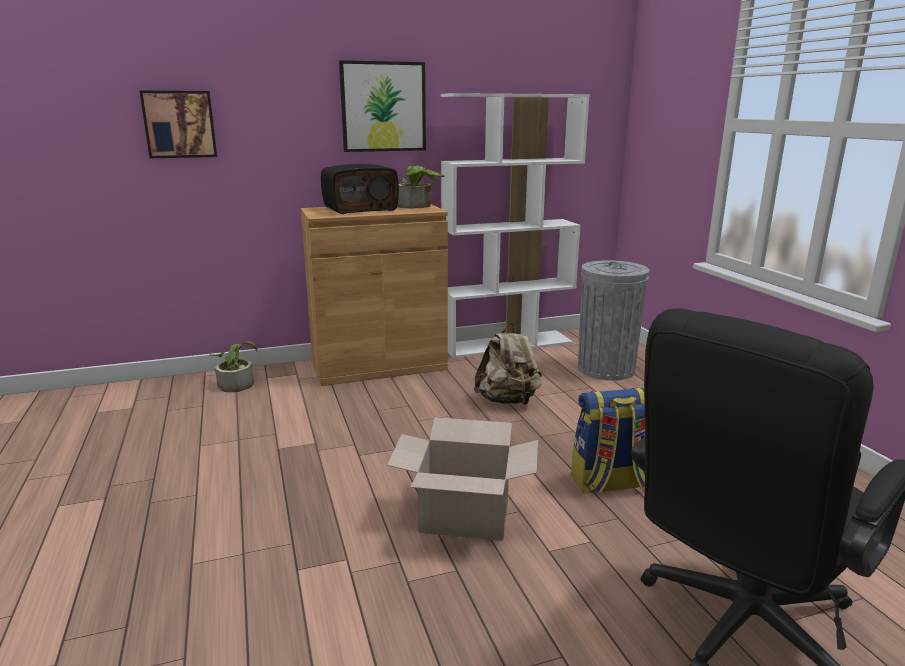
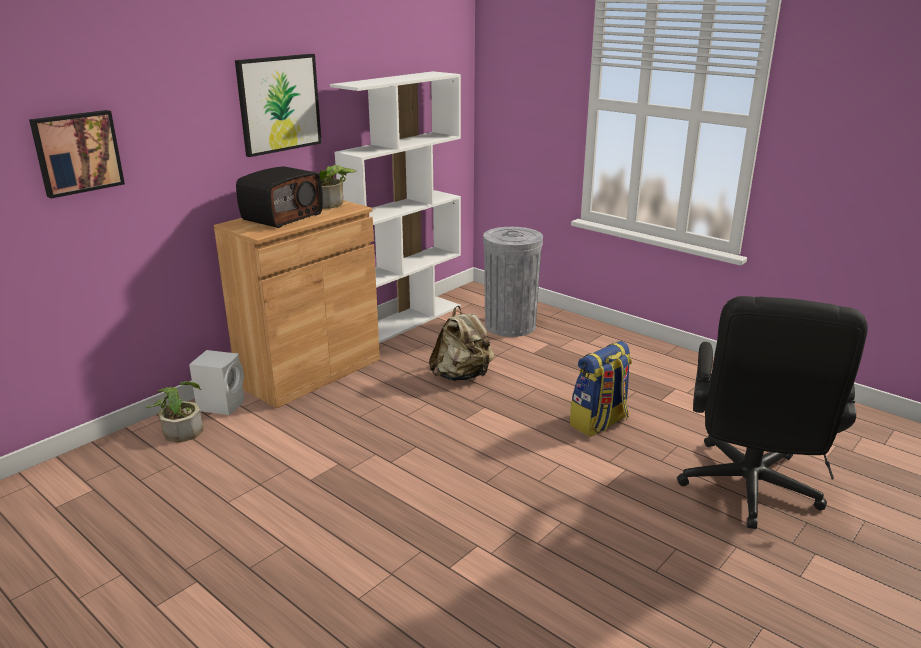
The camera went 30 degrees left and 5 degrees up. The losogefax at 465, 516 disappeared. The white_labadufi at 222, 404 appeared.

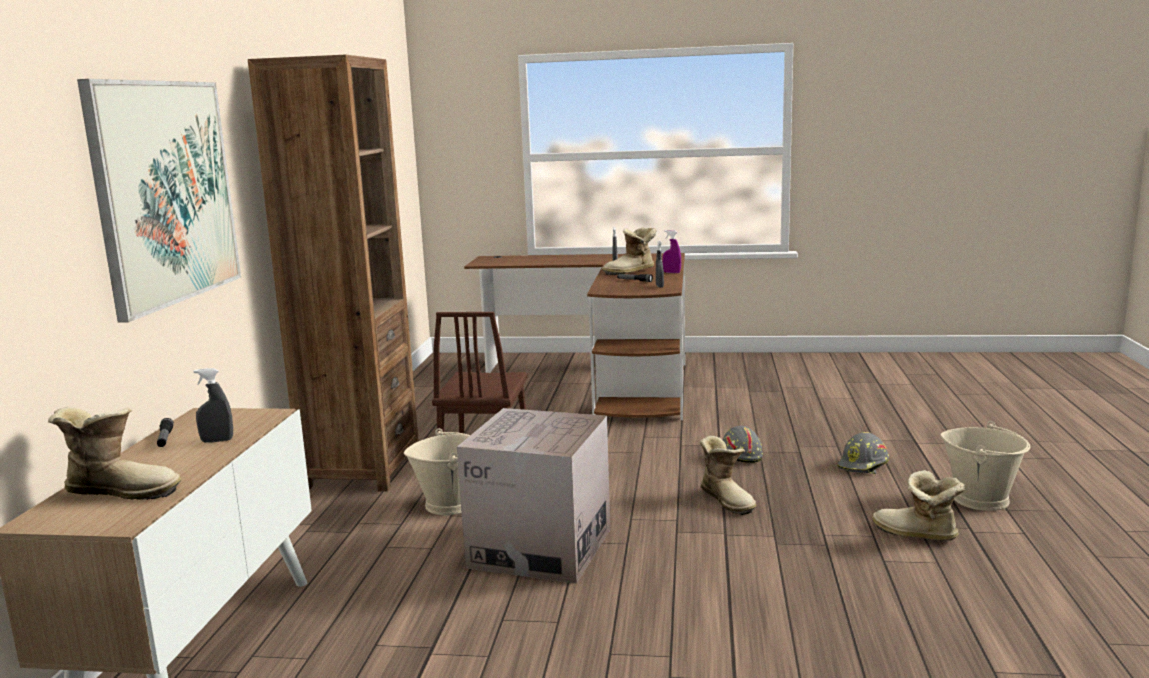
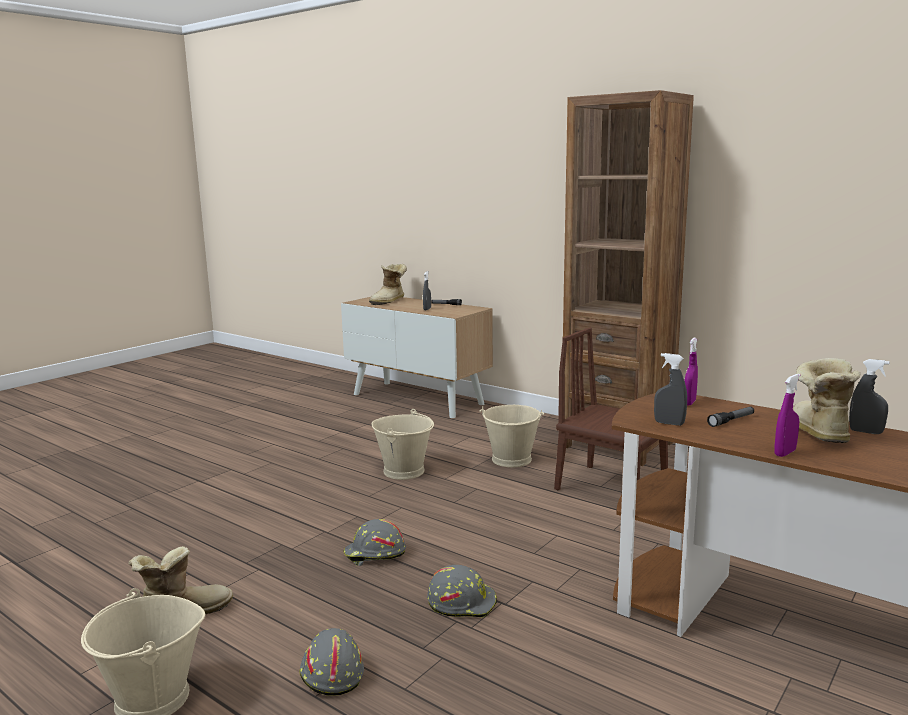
The camera went 120 degrees right and 0 degrees up. The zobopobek at 165, 192 disappeared. The losogefax at 540, 548 was replaced by the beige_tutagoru at 404, 471. The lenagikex at 727, 500 was replaced by the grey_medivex at 374, 554. The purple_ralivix at 689, 403 appeared.

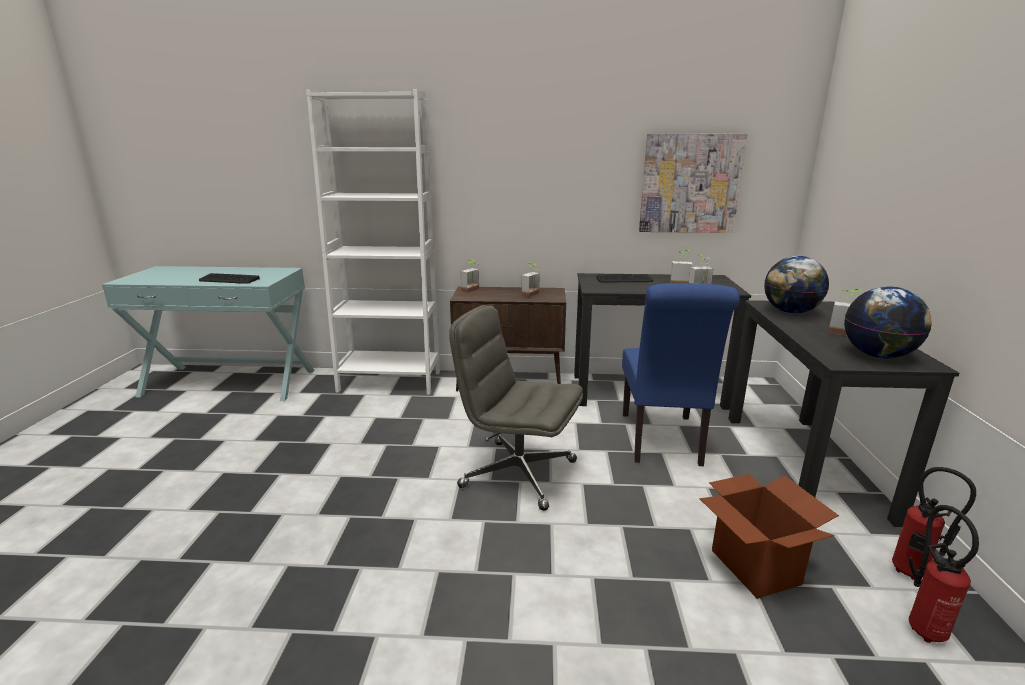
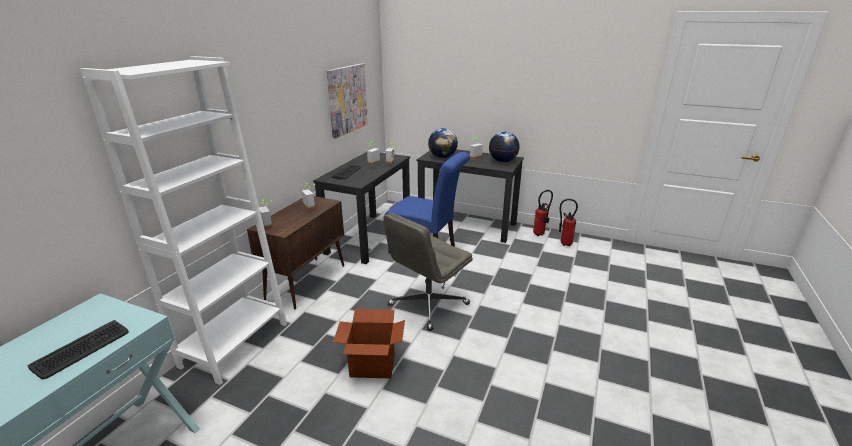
The camera went 70 degrees left and 5 degrees up. The losogefax moved from 754, 567 to 372, 366.

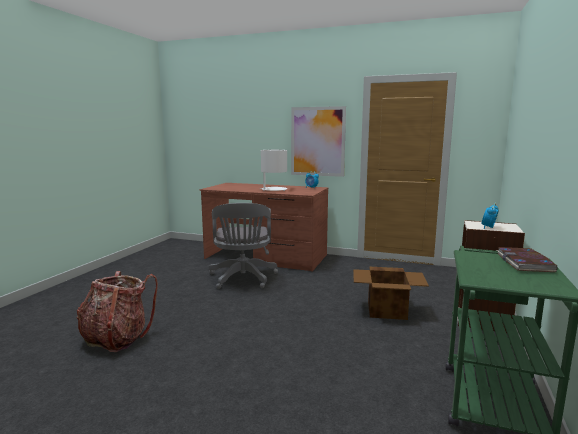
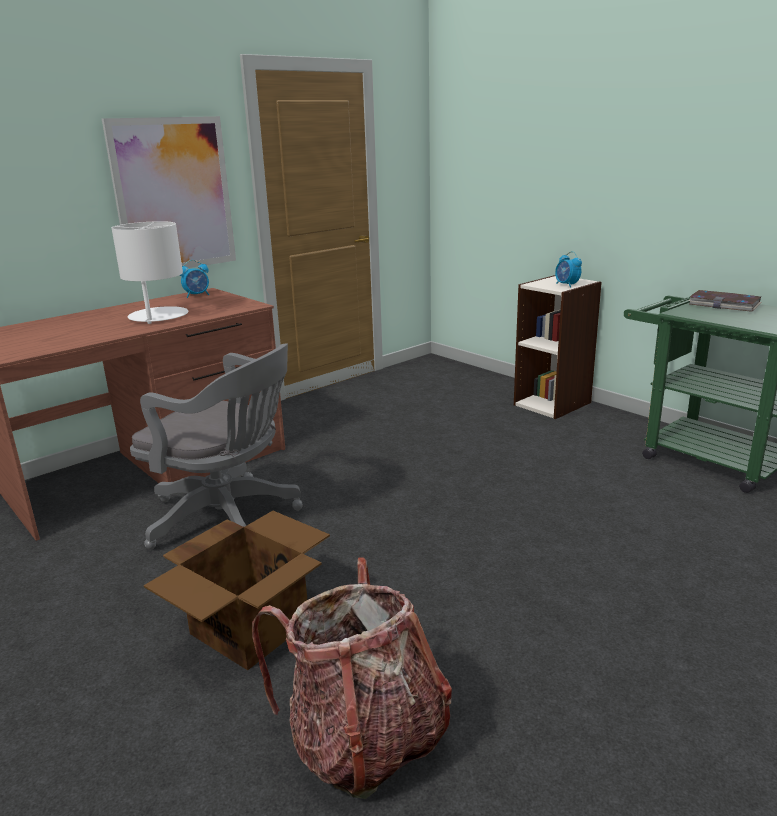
The camera went 60 degrees left and 10 degrees up. The losogefax moved from 387, 310 to 252, 627.

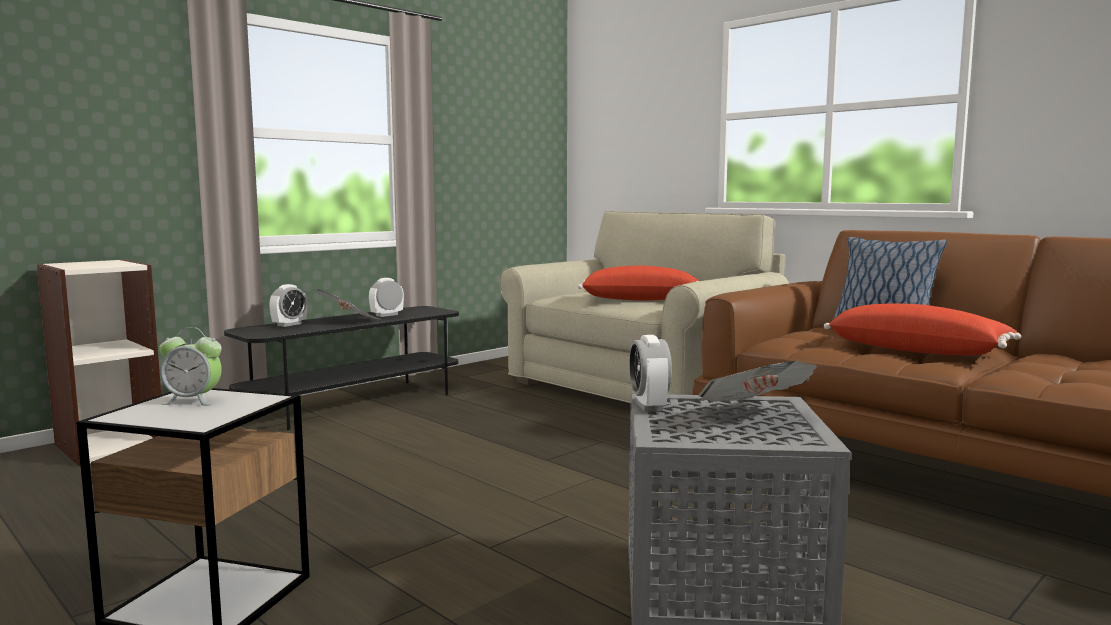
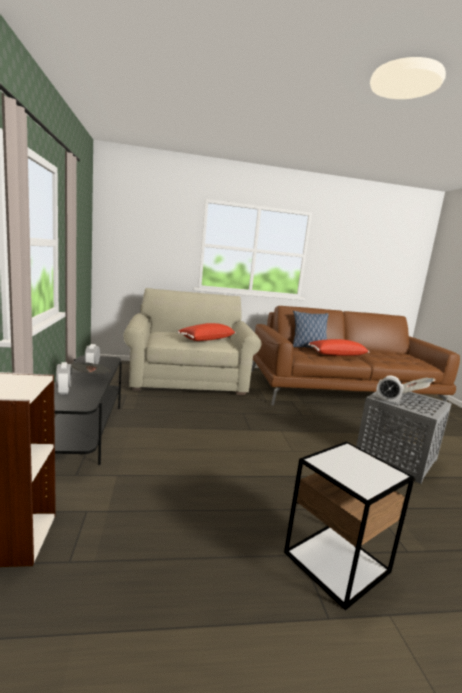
The camera went 55 degrees left and 5 degrees up. The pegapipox at 193, 401 disappeared.

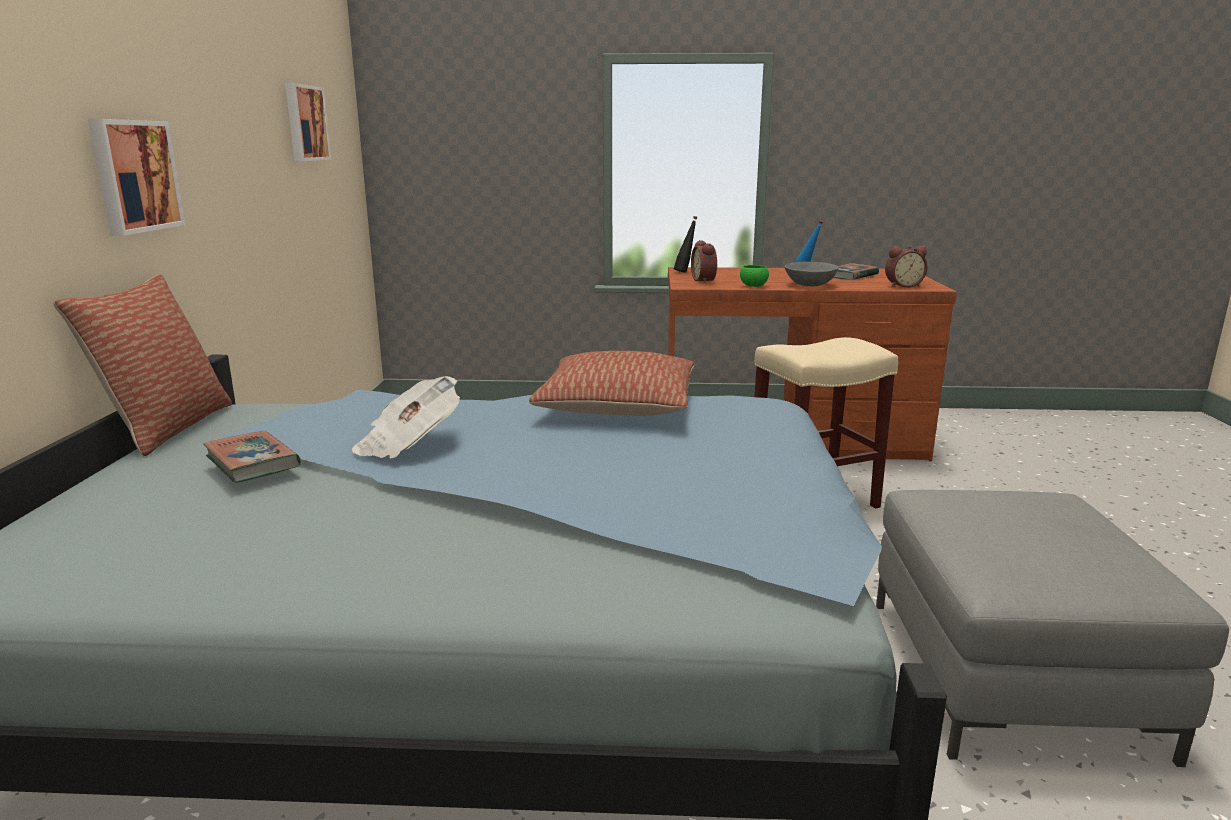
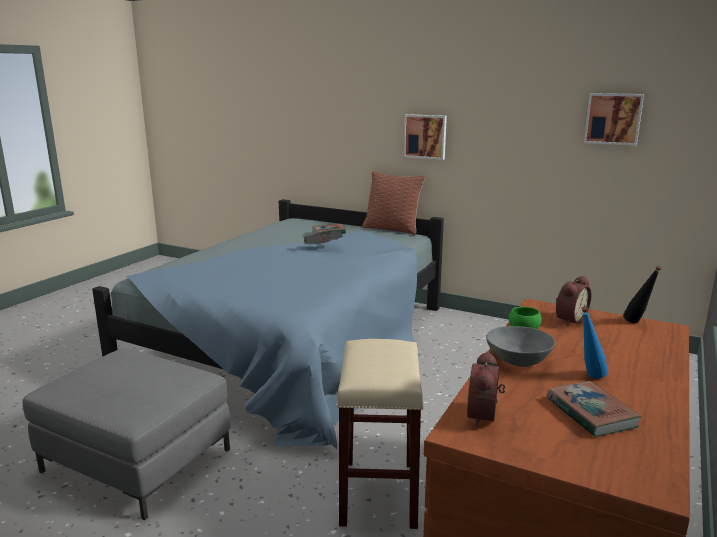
The camera went 115 degrees right and 0 degrees up. The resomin at 617, 407 disappeared. The pegapipox at 705, 280 turned 120 degrees clockwise.

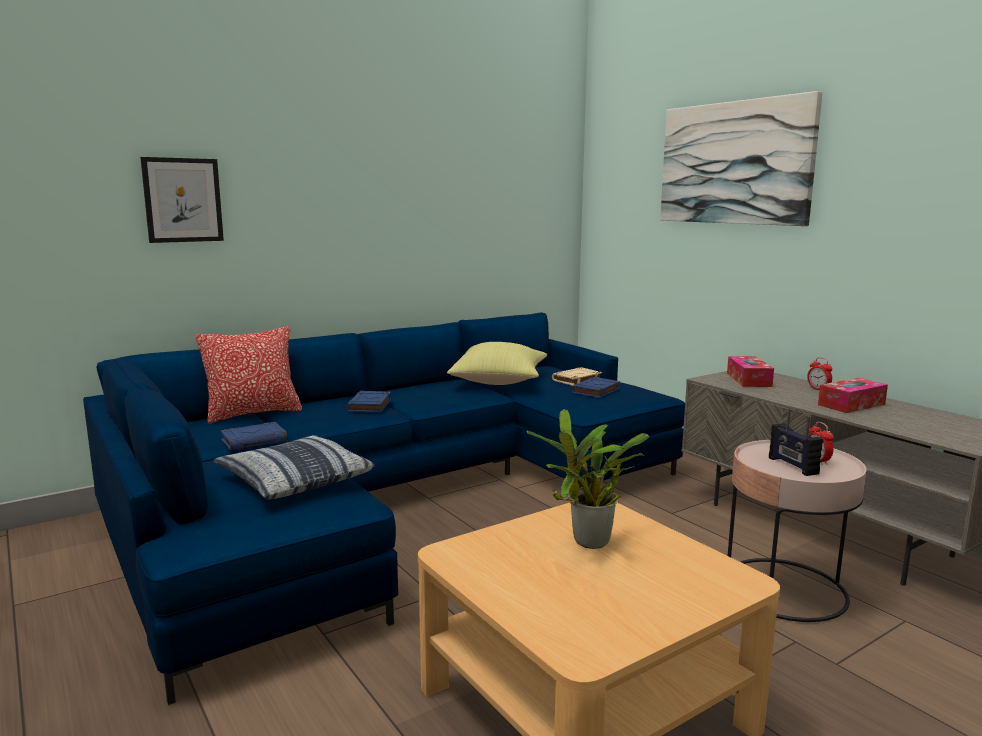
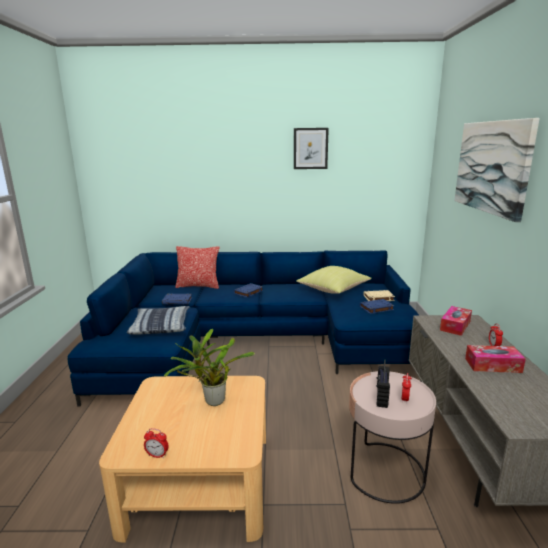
The camera went 35 degrees right and 5 degrees up. The zobopobek moved from 183, 200 to 310, 148. The pegapipox at 157, 455 appeared.

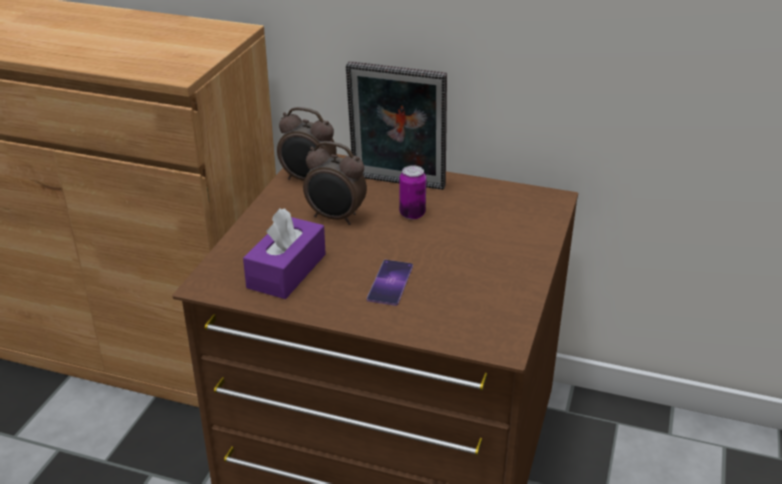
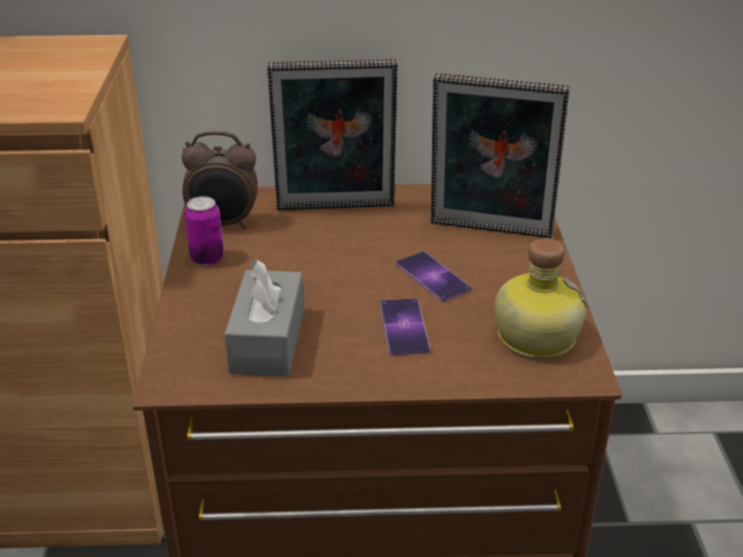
The camera went 20 degrees left and 0 degrees up. The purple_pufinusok at 286, 271 became the grey_pufinusok at 267, 340. The pegapipox at 335, 218 disappeared. The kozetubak moved from 412, 214 to 207, 258. The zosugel at 433, 277 appeared. The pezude at 489, 232 appeared. The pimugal at 533, 335 appeared.

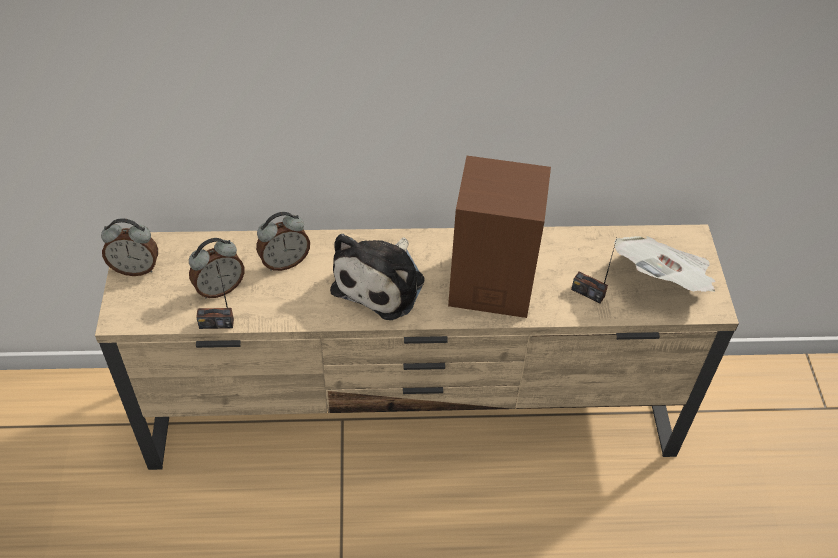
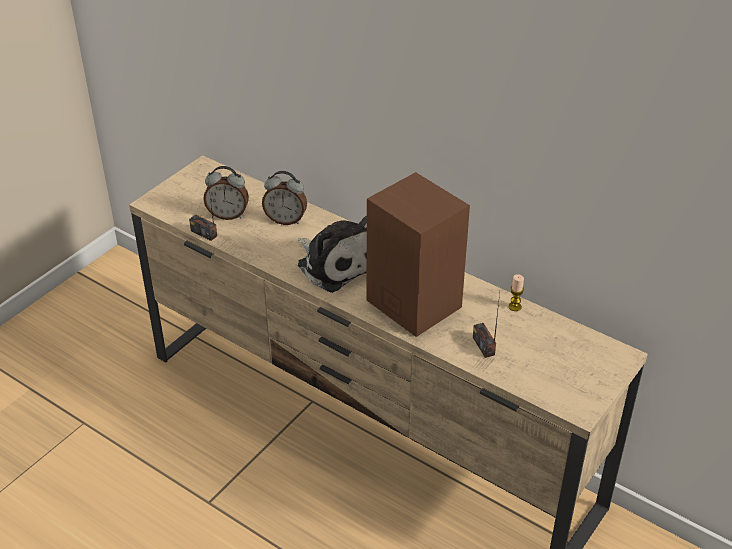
The camera went 40 degrees right and 10 degrees down. The pegapipox at 136, 268 disappeared. The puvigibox at 382, 282 turned 105 degrees counterclockwise. The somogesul at 663, 281 disappeared. The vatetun at 515, 306 appeared.

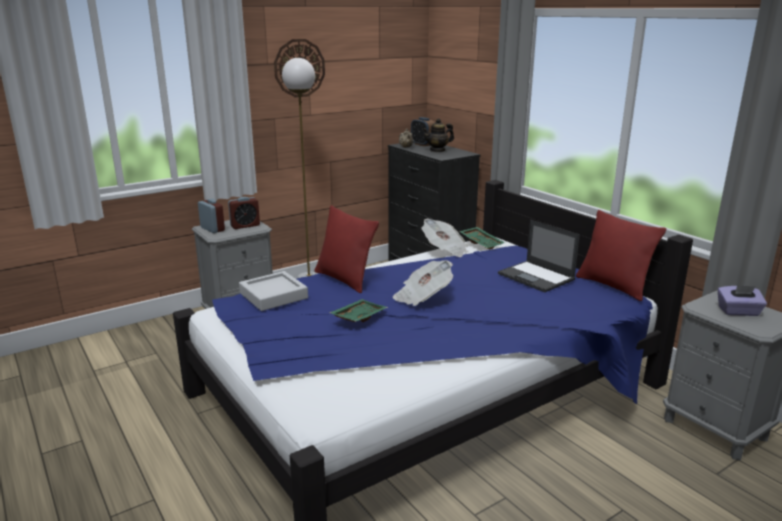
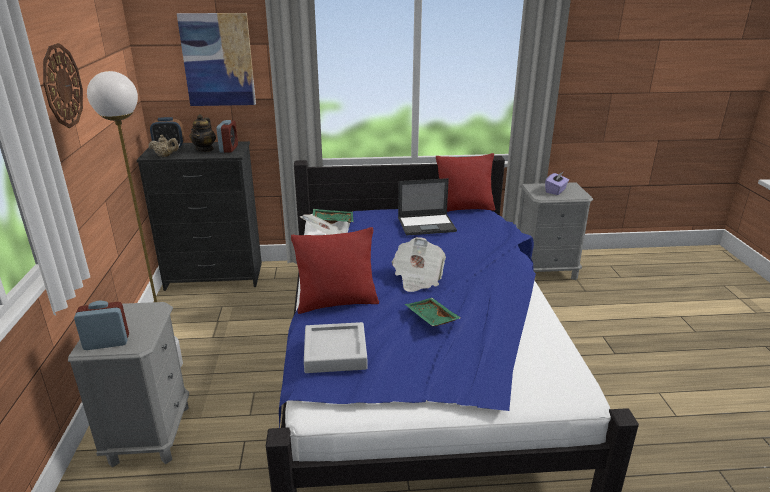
The camera went 60 degrees left and 5 degrees up. The pegapipox moved from 245, 226 to 229, 149. The zobopobek at 218, 60 appeared.

